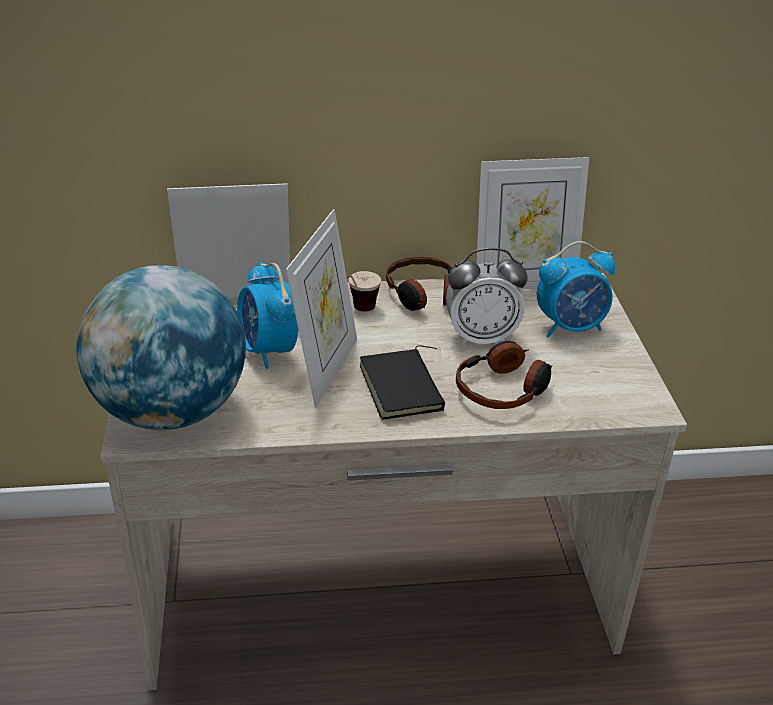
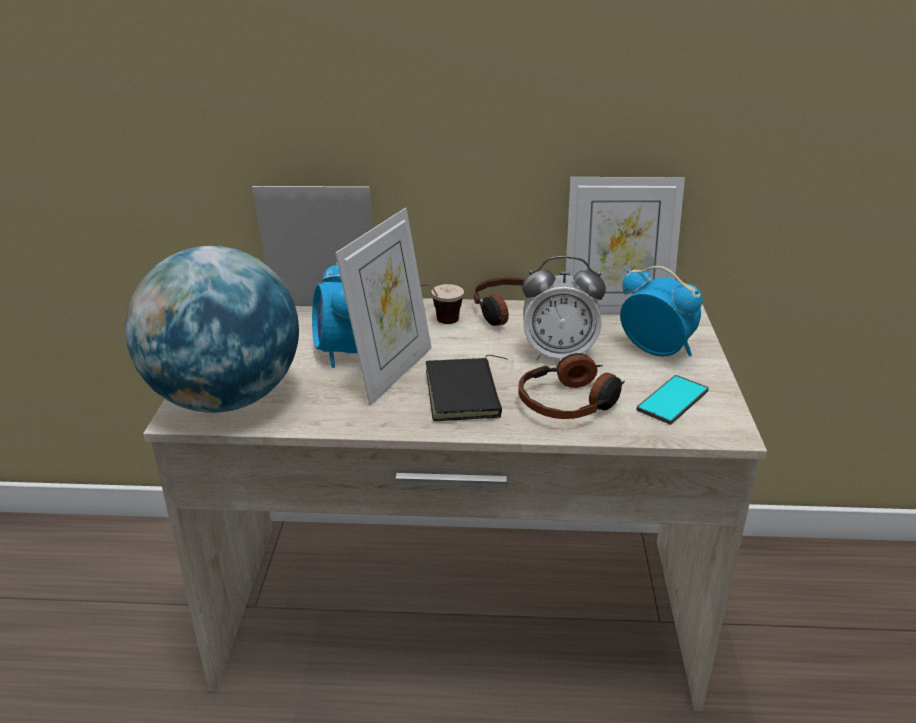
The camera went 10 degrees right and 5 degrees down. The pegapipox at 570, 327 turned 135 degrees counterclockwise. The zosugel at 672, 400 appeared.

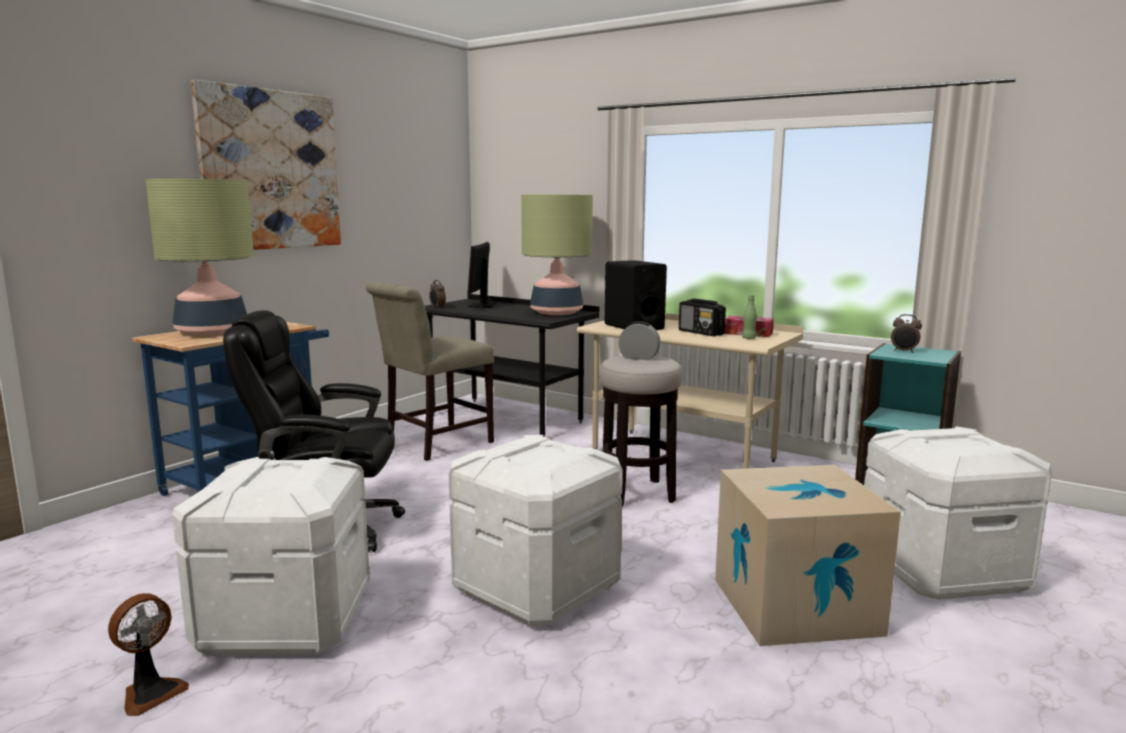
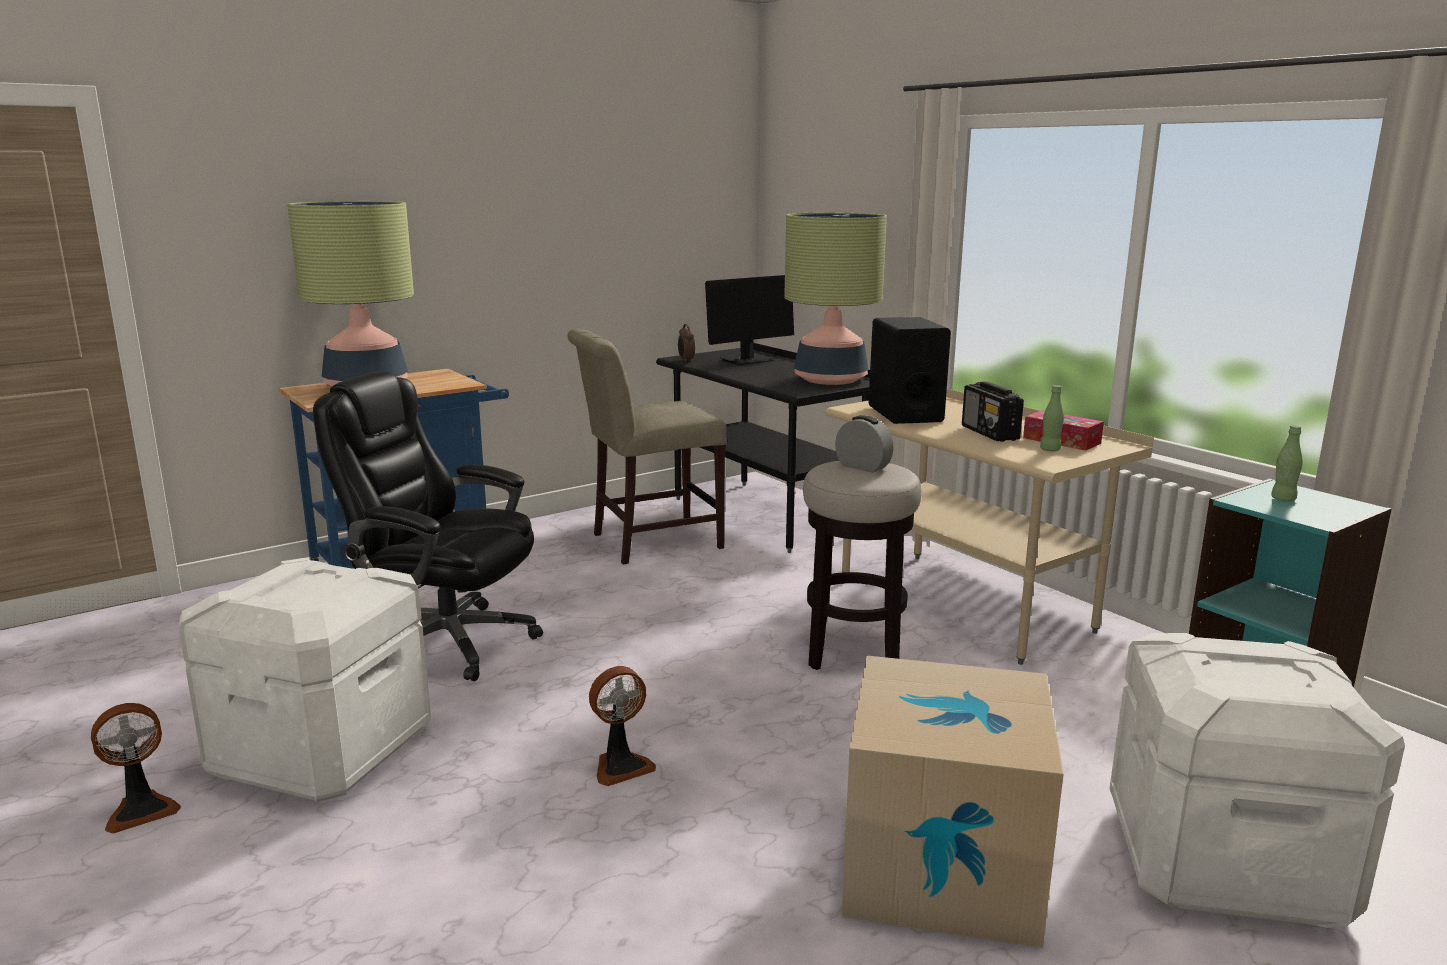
The camera went 20 degrees right and 5 degrees up. The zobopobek at 271, 170 disappeared. The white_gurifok at 536, 587 was replaced by the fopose at 621, 766. The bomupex at 482, 305 turned 150 degrees counterclockwise. The pegapipox at 904, 351 was replaced by the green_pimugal at 1283, 499.

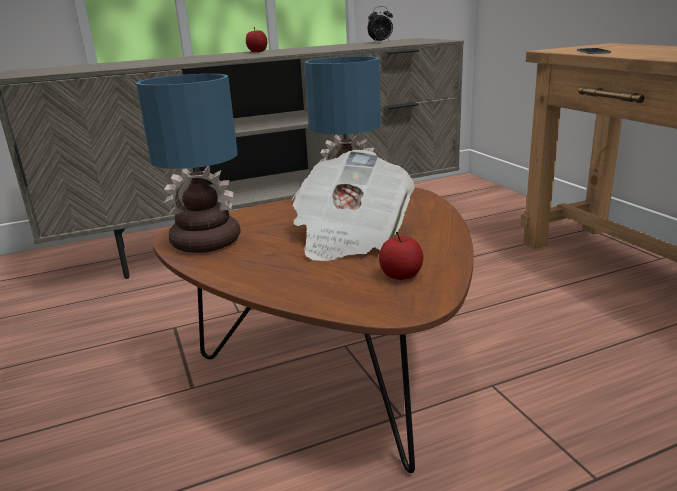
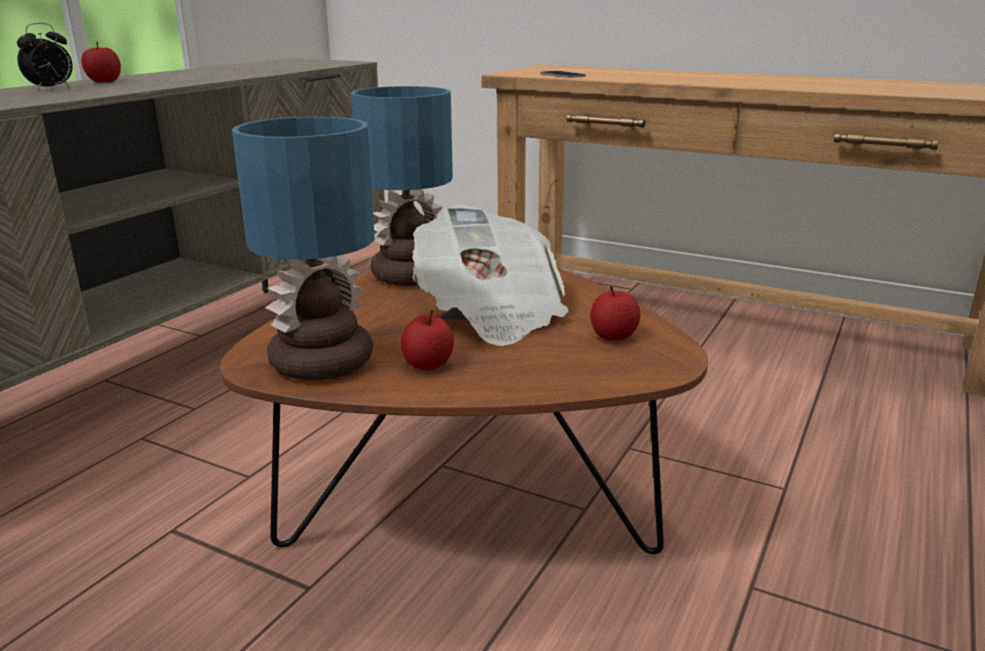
The camera went 40 degrees left and 0 degrees up. The pegapipox moved from 380, 42 to 52, 89. The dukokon at 428, 365 appeared.

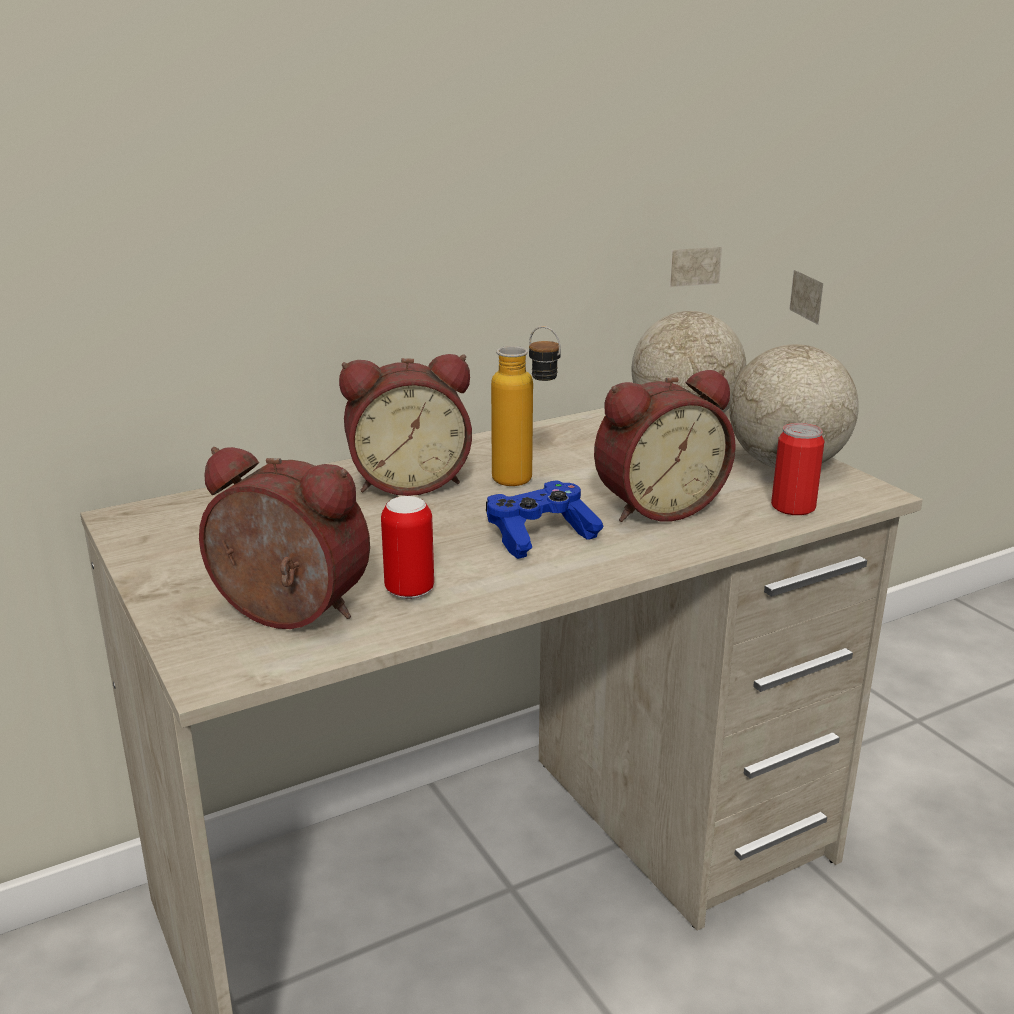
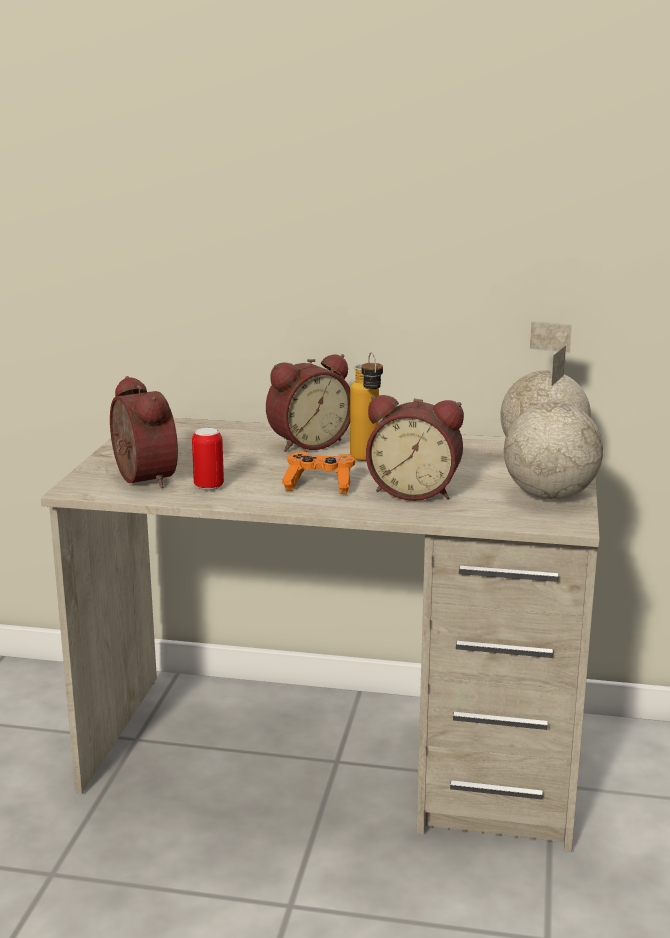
The camera went 40 degrees right and 5 degrees down. The pegapipox at 408, 481 turned 60 degrees counterclockwise. The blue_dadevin at 540, 536 became the orange_dadevin at 319, 485. The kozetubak at 793, 507 disappeared.

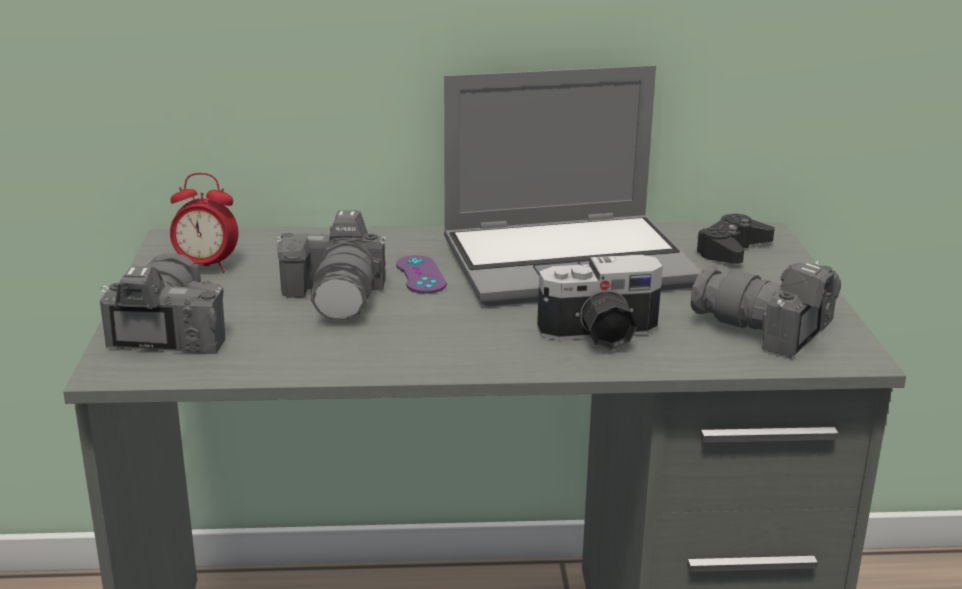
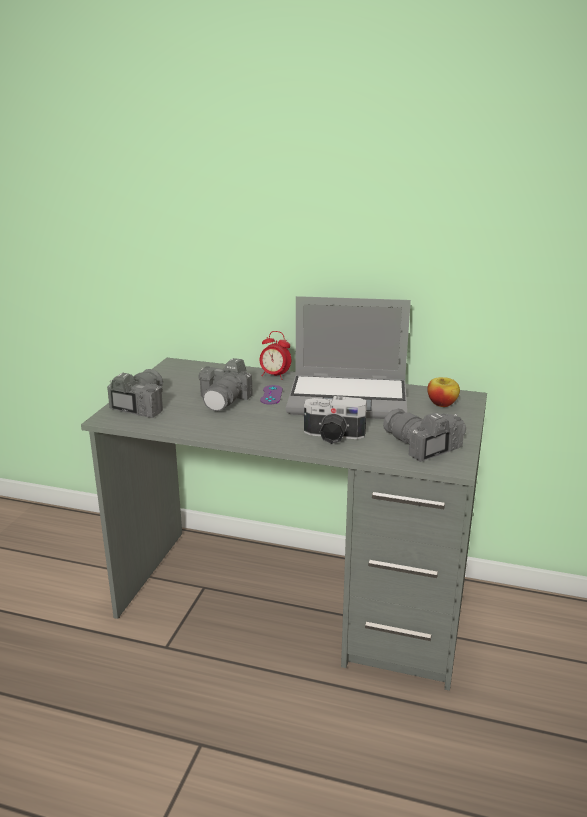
The camera went 20 degrees right and 0 degrees up. The pegapipox moved from 205, 267 to 275, 376. The black_dadevin at 732, 250 was replaced by the dukokon at 442, 403.

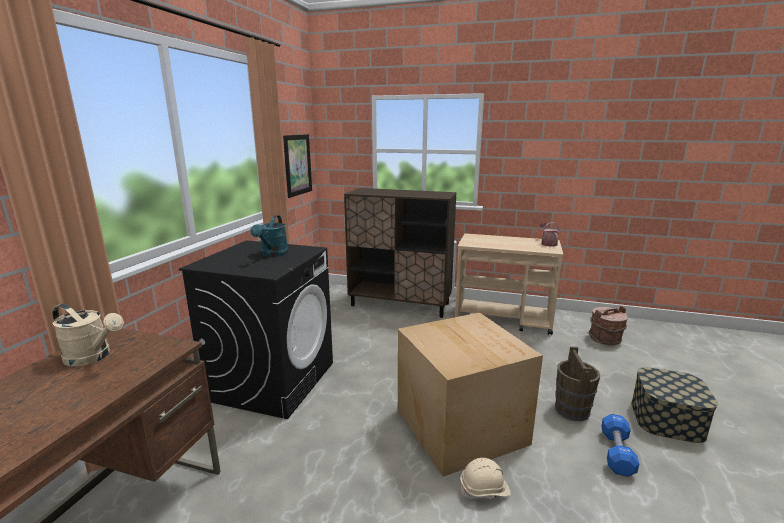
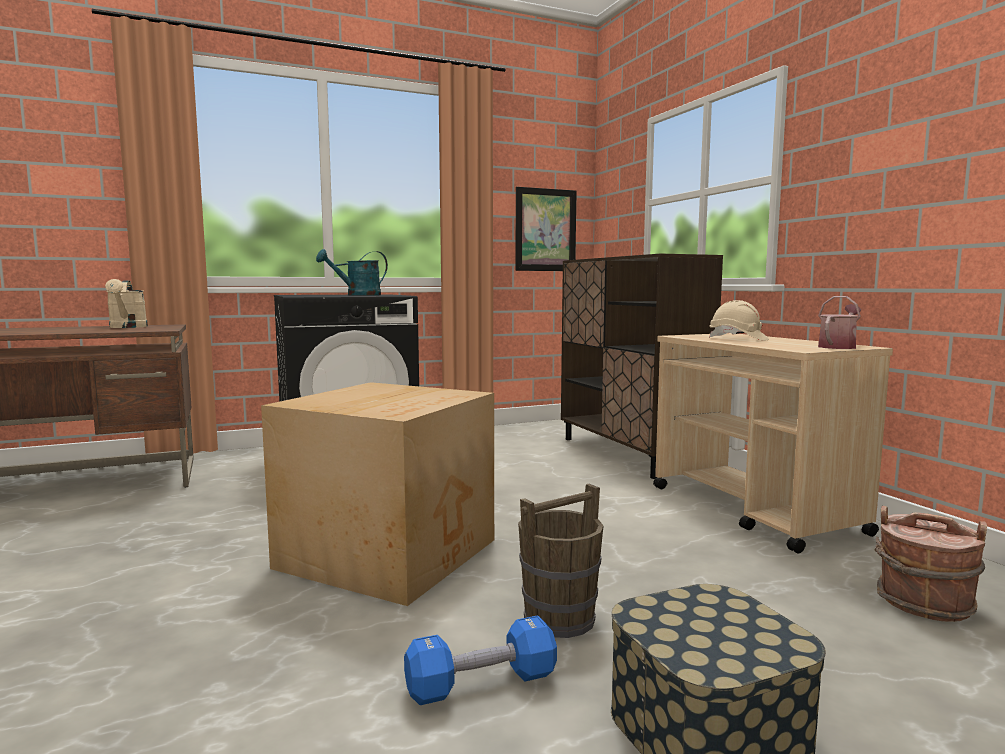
The camera went 50 degrees right and 10 degrees down. The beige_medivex moved from 484, 489 to 737, 339.

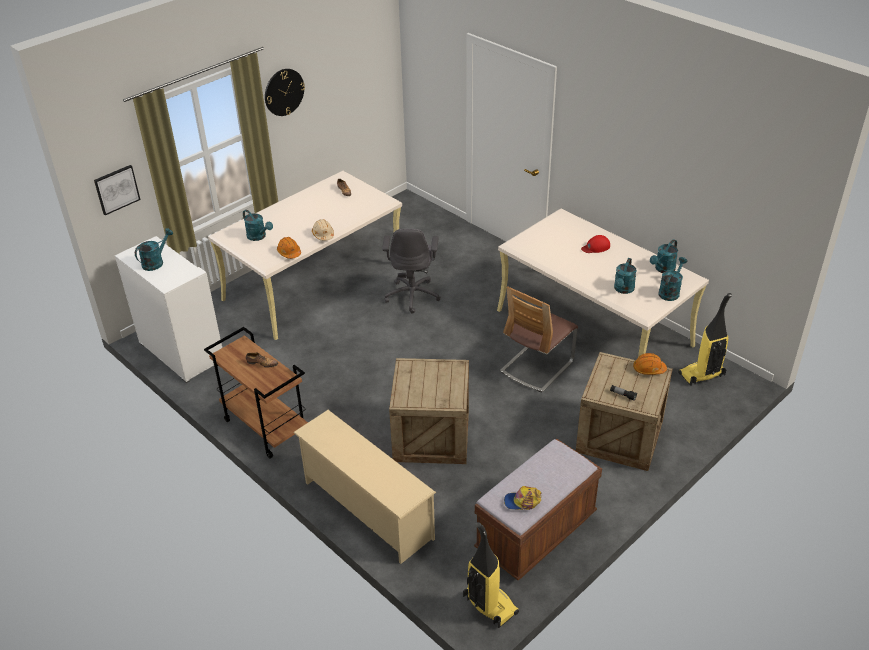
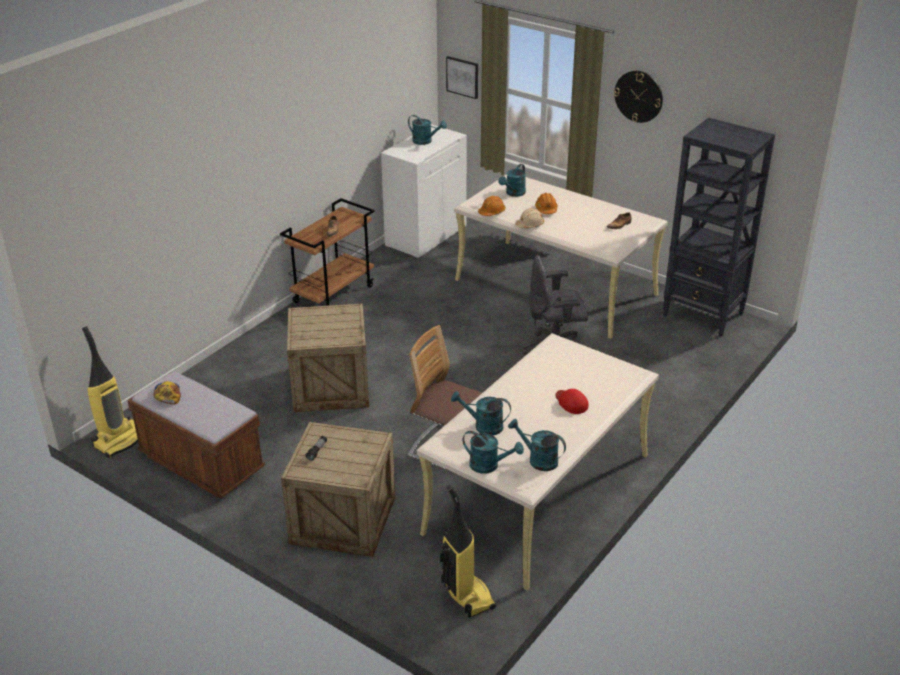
The camera went 80 degrees right and 5 degrees down. The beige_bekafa at 366, 510 disappeared. The orange_medivex moved from 648, 369 to 546, 209. The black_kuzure at 703, 315 appeared.

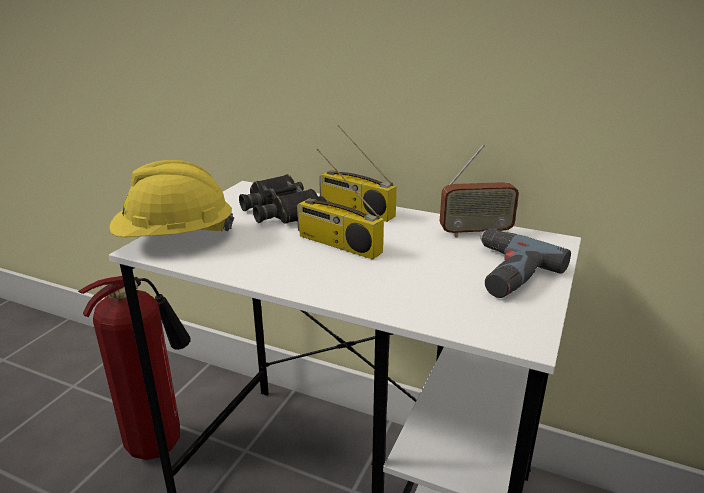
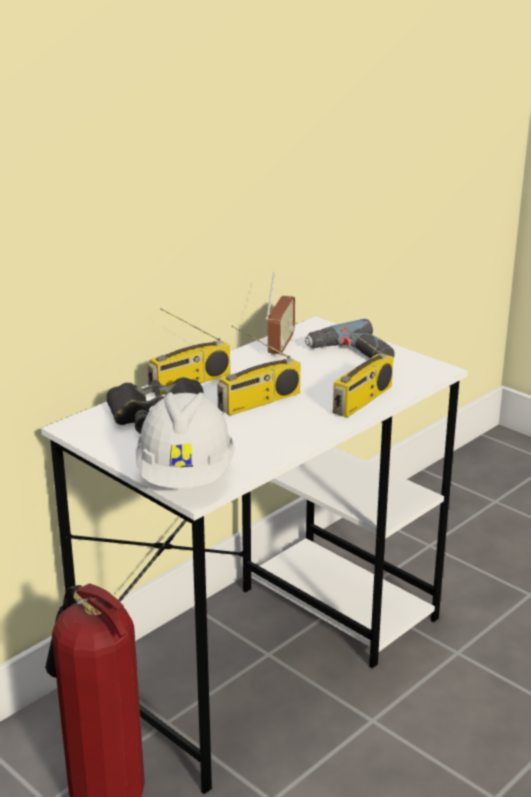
The camera went 70 degrees left and 0 degrees up. The yellow_medivex at 175, 239 became the white_medivex at 186, 475. The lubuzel at 362, 401 appeared.

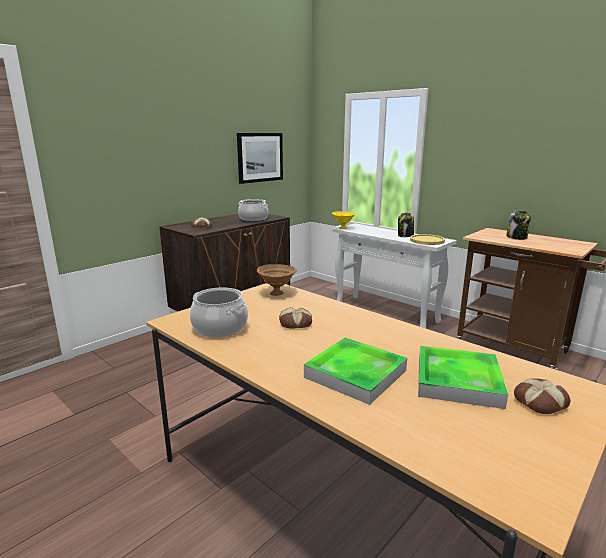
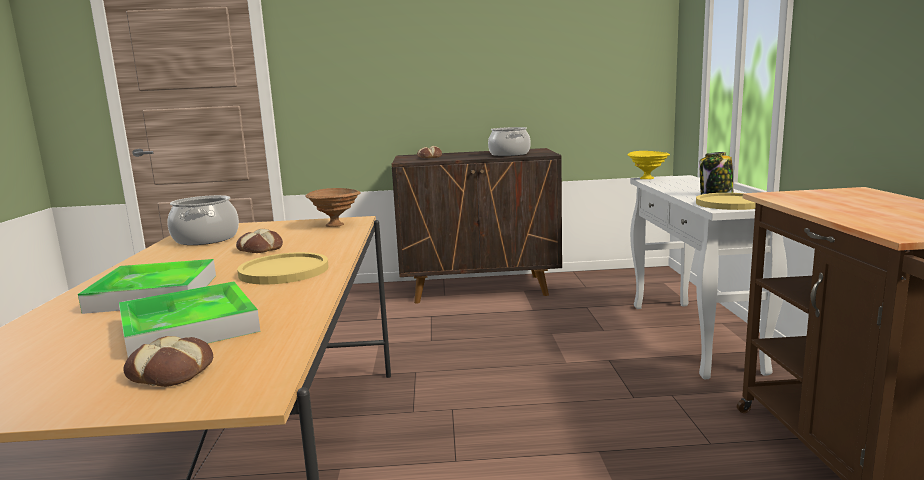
The camera went 45 degrees right and 5 degrees down. The zobopobek at 260, 157 disappeared. The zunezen at 517, 237 disappeared. The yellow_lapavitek at 284, 271 appeared.

